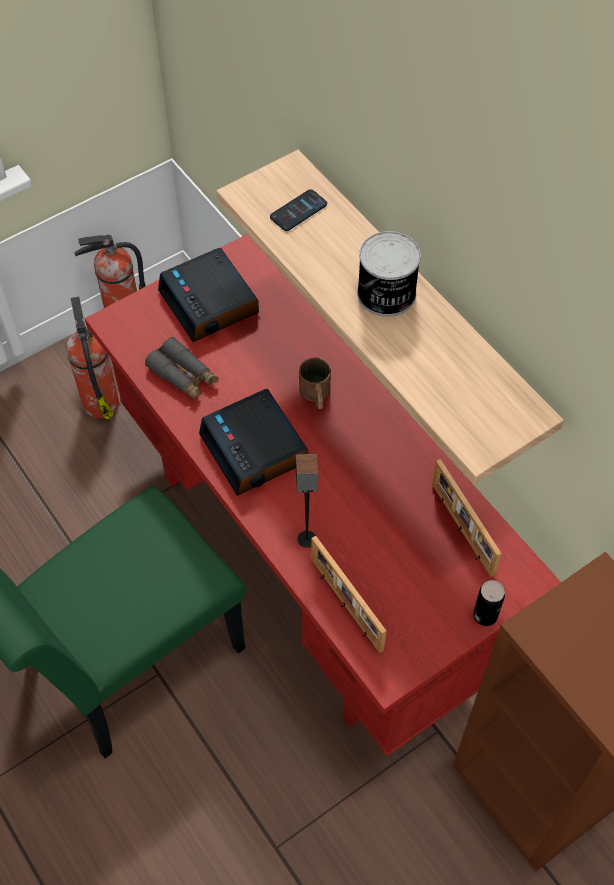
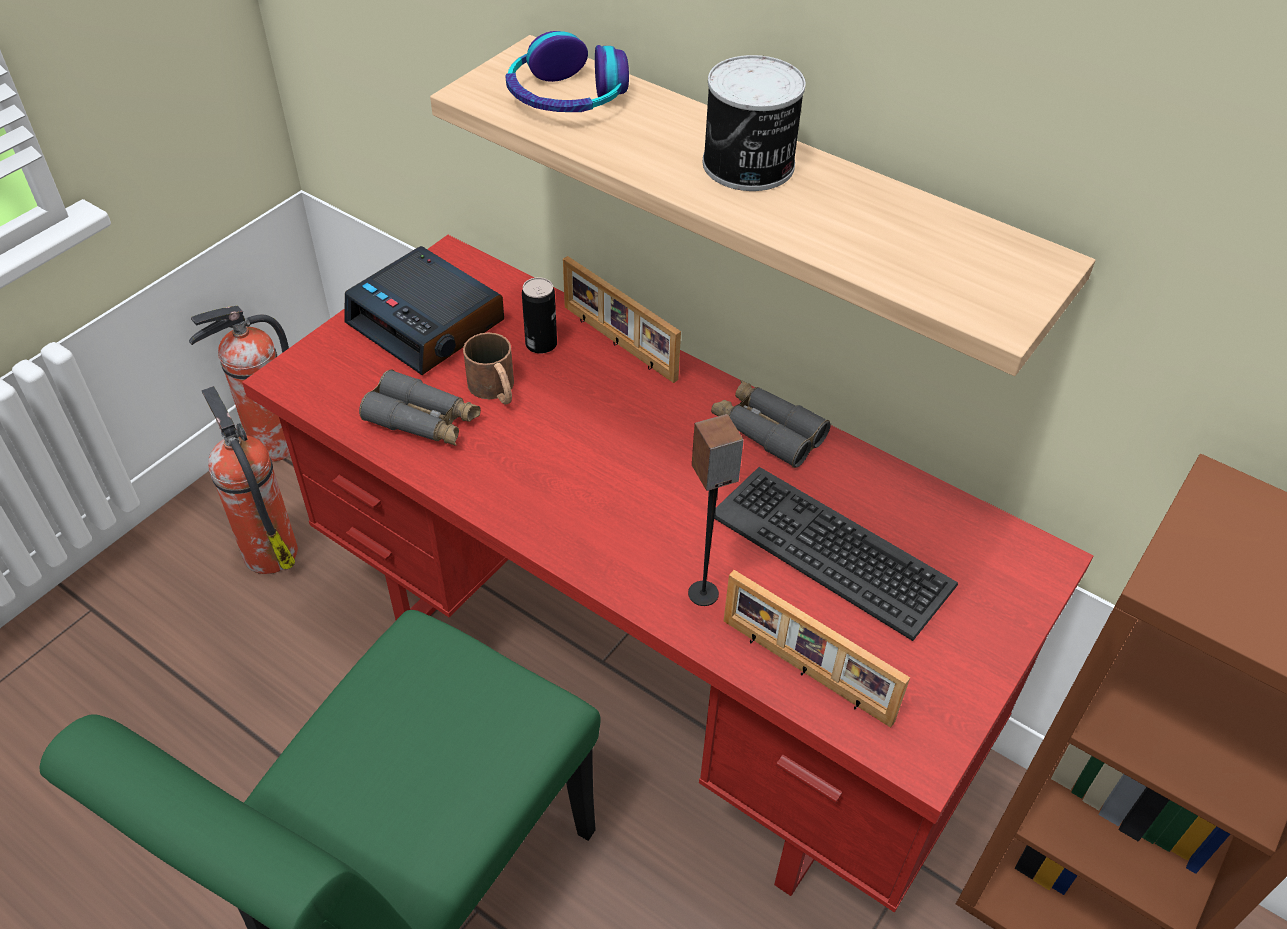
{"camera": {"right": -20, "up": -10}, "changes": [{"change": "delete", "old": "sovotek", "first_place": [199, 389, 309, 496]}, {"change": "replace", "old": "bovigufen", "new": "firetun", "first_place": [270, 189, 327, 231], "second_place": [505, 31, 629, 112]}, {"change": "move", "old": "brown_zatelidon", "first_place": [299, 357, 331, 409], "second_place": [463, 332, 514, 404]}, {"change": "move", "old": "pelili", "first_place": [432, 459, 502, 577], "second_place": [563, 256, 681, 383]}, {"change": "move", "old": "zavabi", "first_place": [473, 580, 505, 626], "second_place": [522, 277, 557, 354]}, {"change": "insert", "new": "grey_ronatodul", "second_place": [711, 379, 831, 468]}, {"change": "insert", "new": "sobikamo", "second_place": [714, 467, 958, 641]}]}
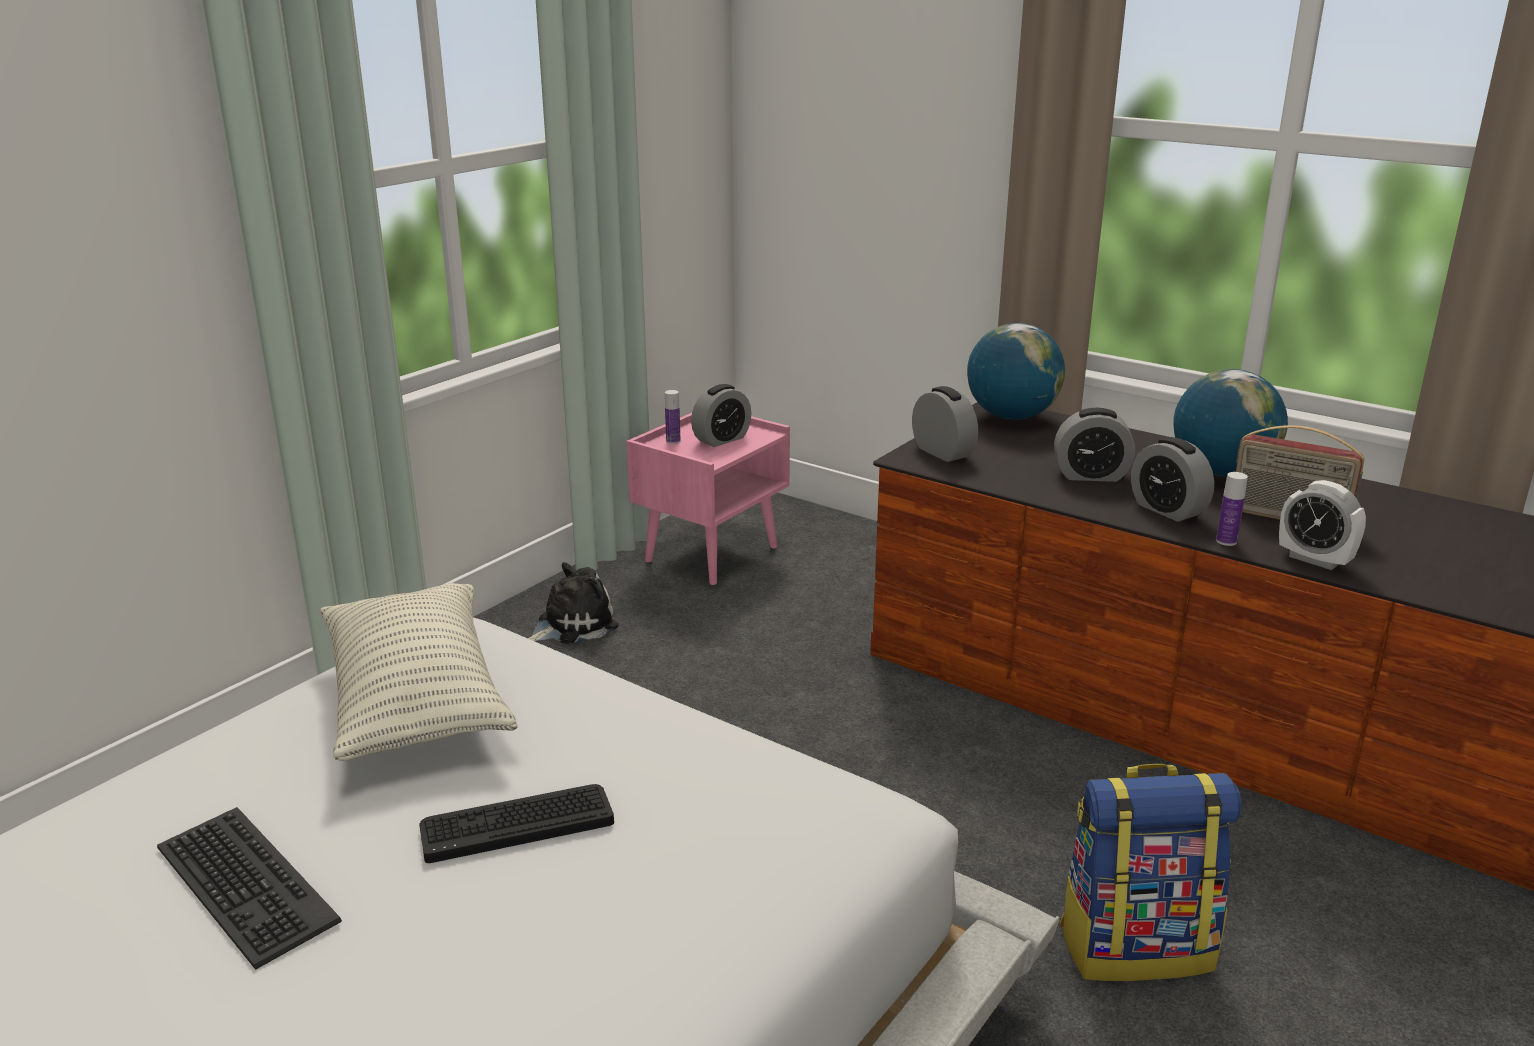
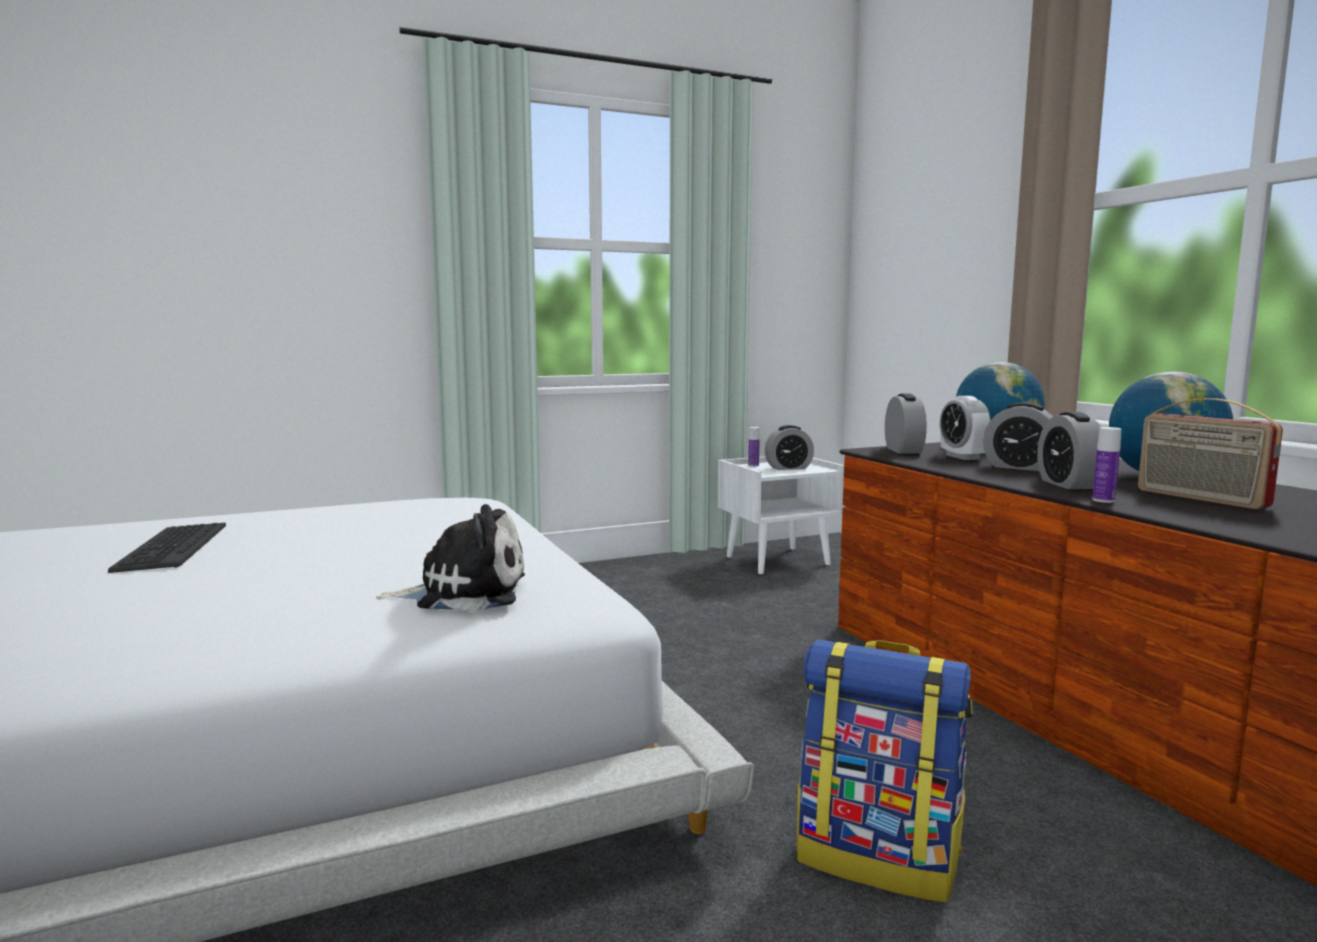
{"camera": {"right": 30, "up": -15}, "changes": [{"change": "delete", "old": "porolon", "first_place": [320, 583, 518, 761]}, {"change": "delete", "old": "sobikamo", "first_place": [419, 784, 614, 863]}, {"change": "move", "old": "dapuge", "first_place": [528, 562, 618, 644], "second_place": [376, 504, 525, 612]}, {"change": "recolor", "old": "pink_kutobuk", "new": "white_kutobuk", "first_place": [626, 413, 790, 585], "second_place": [718, 457, 844, 574]}, {"change": "move", "old": "sovotek", "first_place": [1279, 480, 1366, 570], "second_place": [940, 396, 991, 460]}]}
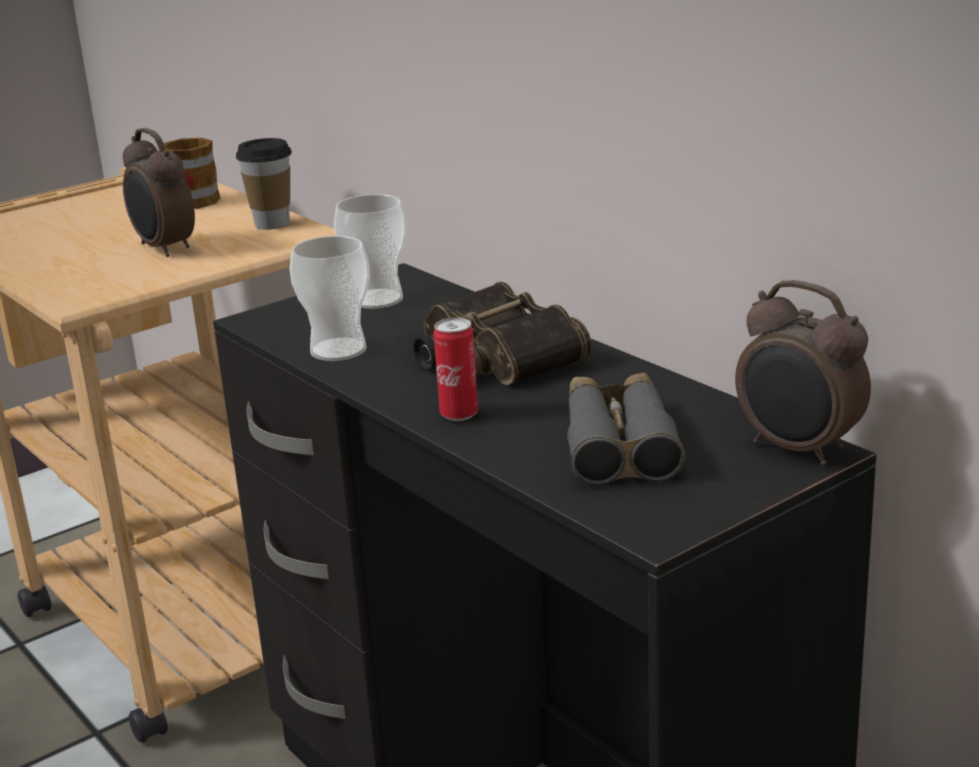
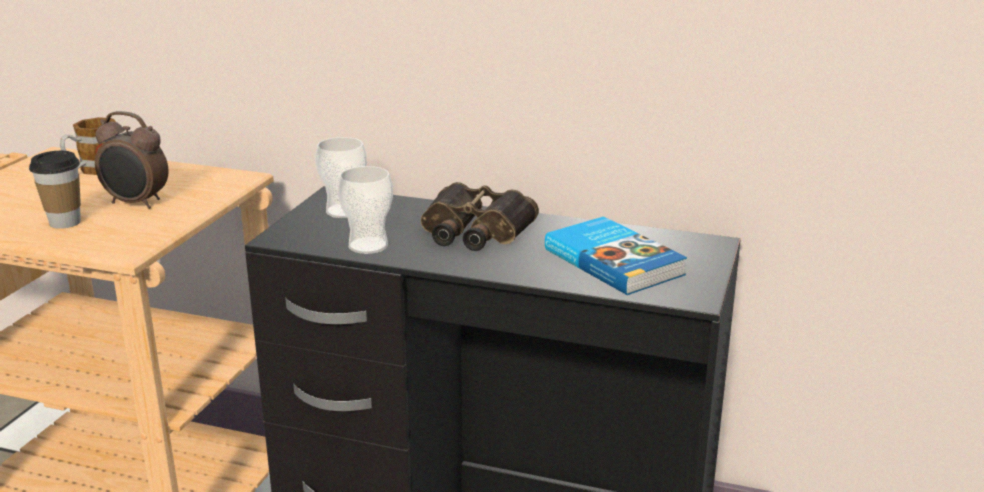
{"camera": {"right": -35, "up": 0}, "changes": [{"change": "move", "old": "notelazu", "first_place": [236, 138, 292, 230], "second_place": [29, 151, 81, 229]}, {"change": "delete", "old": "zavabi", "first_place": [434, 318, 478, 421]}, {"change": "replace", "old": "grey_ronatodul", "new": "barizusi", "first_place": [567, 373, 685, 485], "second_place": [545, 216, 687, 295]}, {"change": "delete", "old": "sovotek", "first_place": [735, 280, 871, 466]}]}
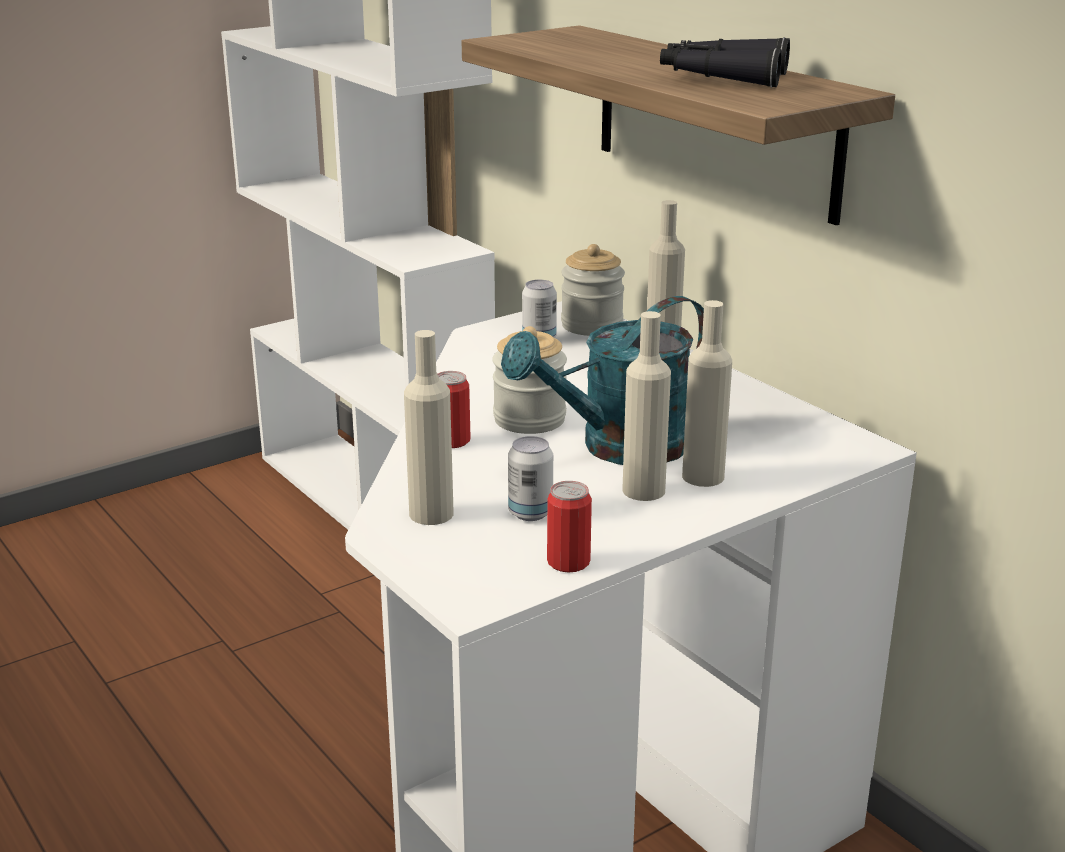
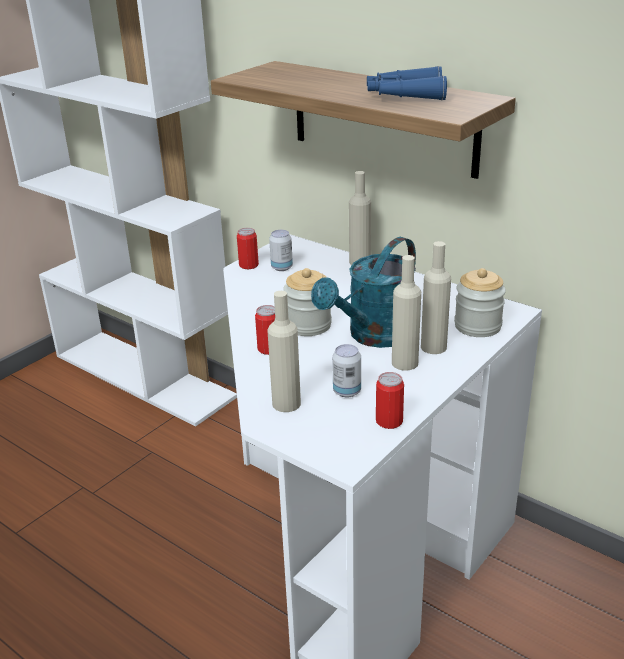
{"camera": {"right": -15, "up": 5}, "changes": [{"change": "move", "old": "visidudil", "first_place": [561, 244, 625, 336], "second_place": [454, 268, 506, 337]}, {"change": "recolor", "old": "black_ronatodul", "new": "blue_ronatodul", "first_place": [660, 37, 790, 88], "second_place": [367, 66, 447, 101]}, {"change": "insert", "new": "zavabi", "second_place": [237, 228, 259, 269]}]}
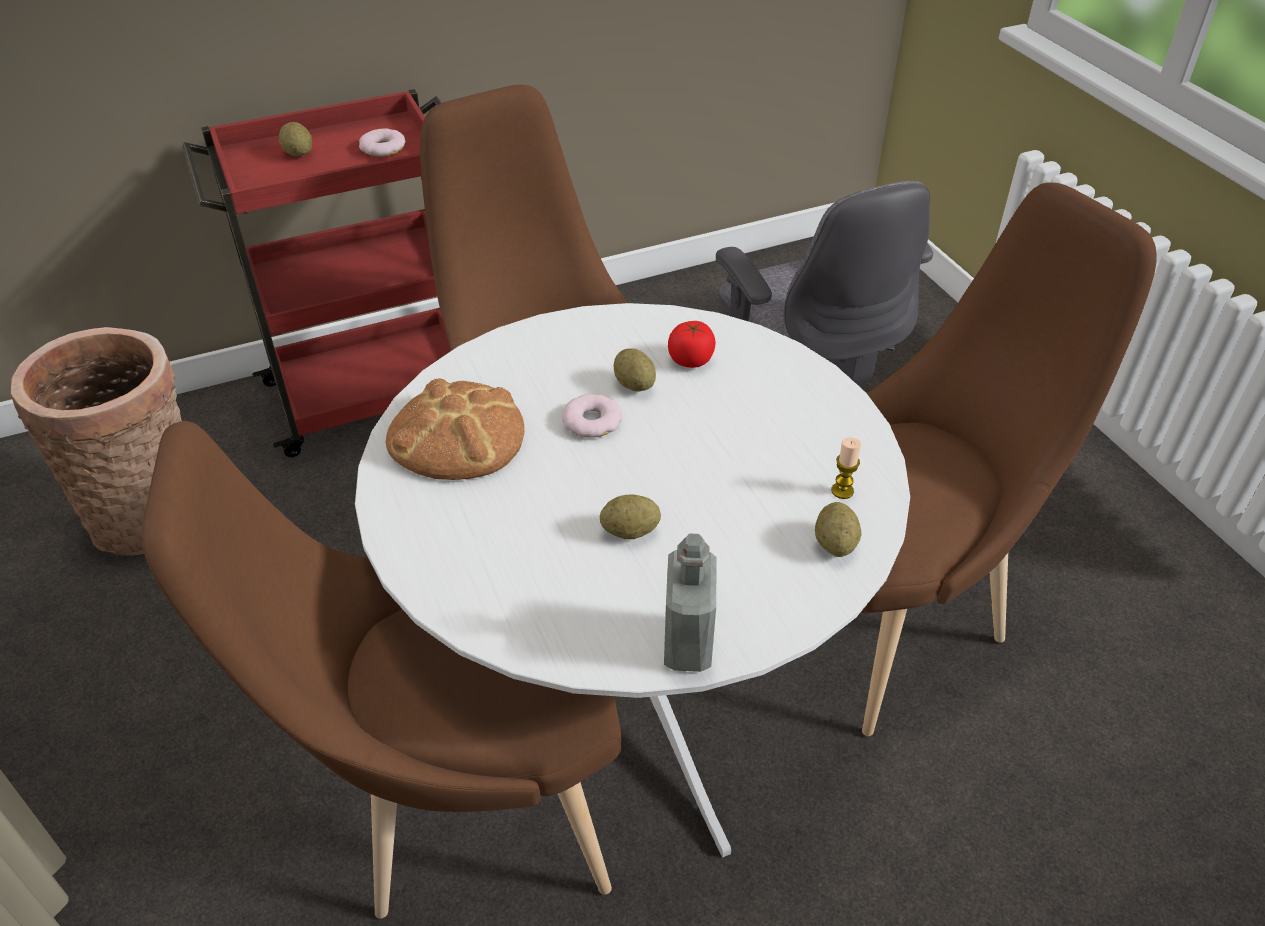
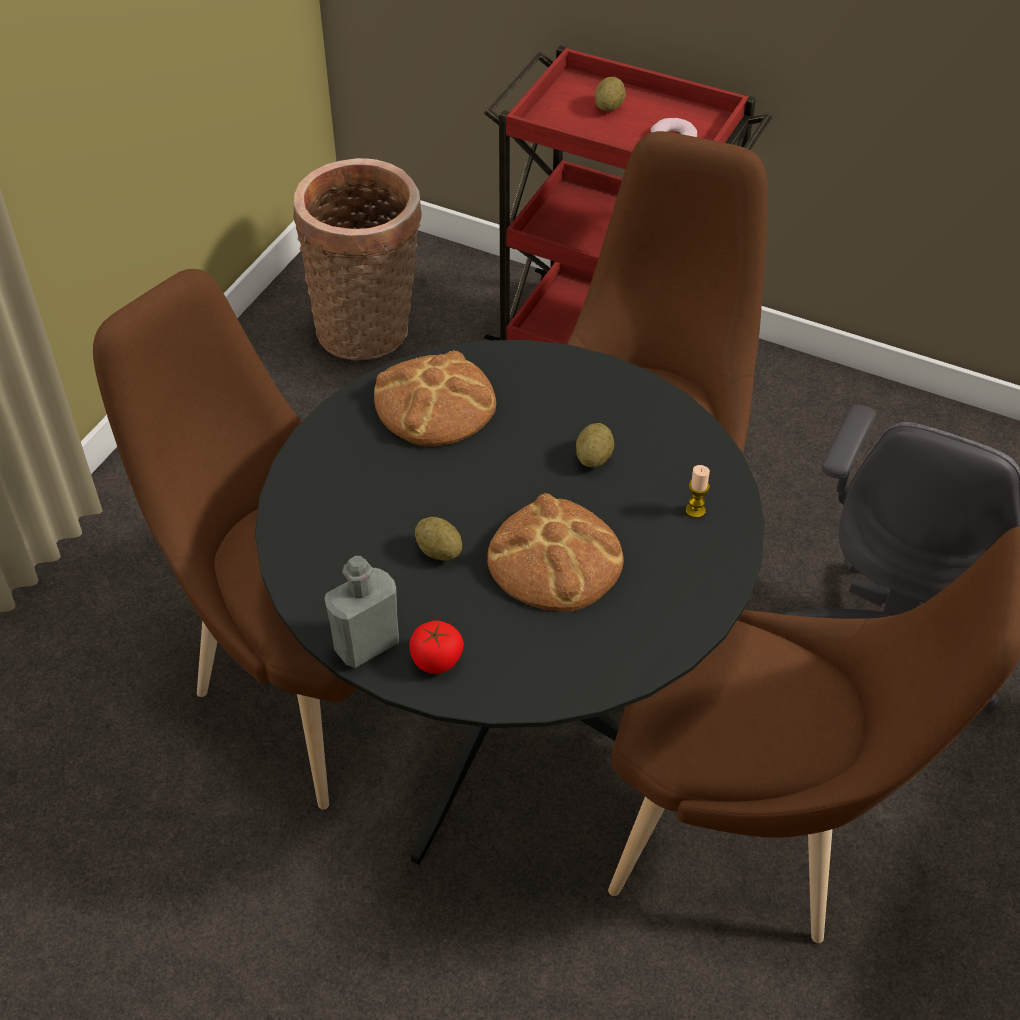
{"camera": {"right": 50, "up": 5}, "changes": [{"change": "recolor", "old": "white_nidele", "new": "black_nidele", "first_place": [355, 303, 910, 857], "second_place": [255, 340, 765, 865]}, {"change": "delete", "old": "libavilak", "first_place": [562, 394, 622, 438]}, {"change": "move", "old": "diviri", "first_place": [668, 321, 716, 368], "second_place": [409, 620, 464, 674]}, {"change": "delete", "old": "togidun", "first_place": [815, 502, 861, 557]}, {"change": "move", "old": "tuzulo", "first_place": [831, 438, 861, 499], "second_place": [686, 465, 710, 518]}, {"change": "insert", "new": "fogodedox", "second_place": [487, 493, 624, 611]}]}
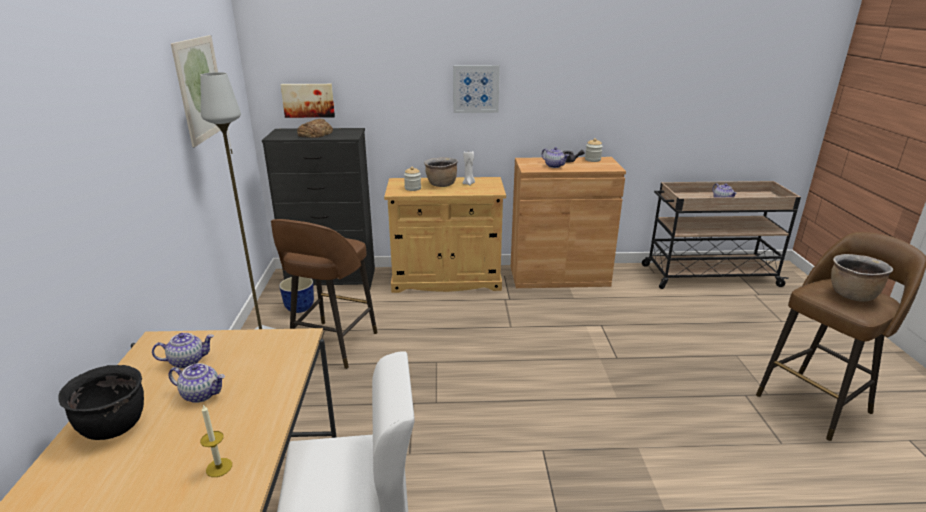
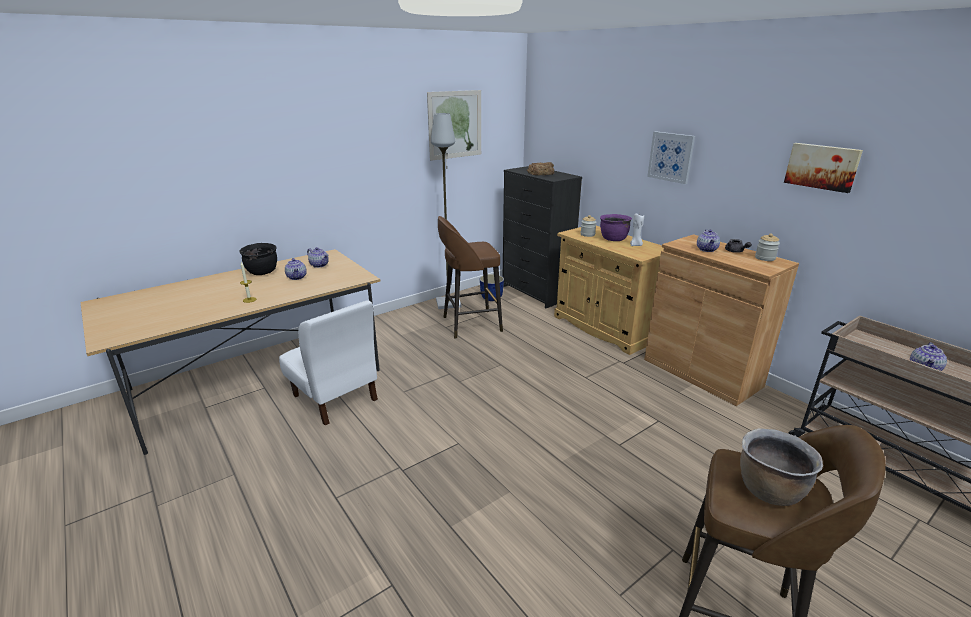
{"camera": {"right": 55, "up": 0}, "changes": [{"change": "move", "old": "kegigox", "first_place": [281, 84, 335, 118], "second_place": [784, 143, 863, 193]}, {"change": "recolor", "old": "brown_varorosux", "new": "purple_varorosux", "first_place": [424, 157, 458, 187], "second_place": [600, 214, 632, 241]}]}
